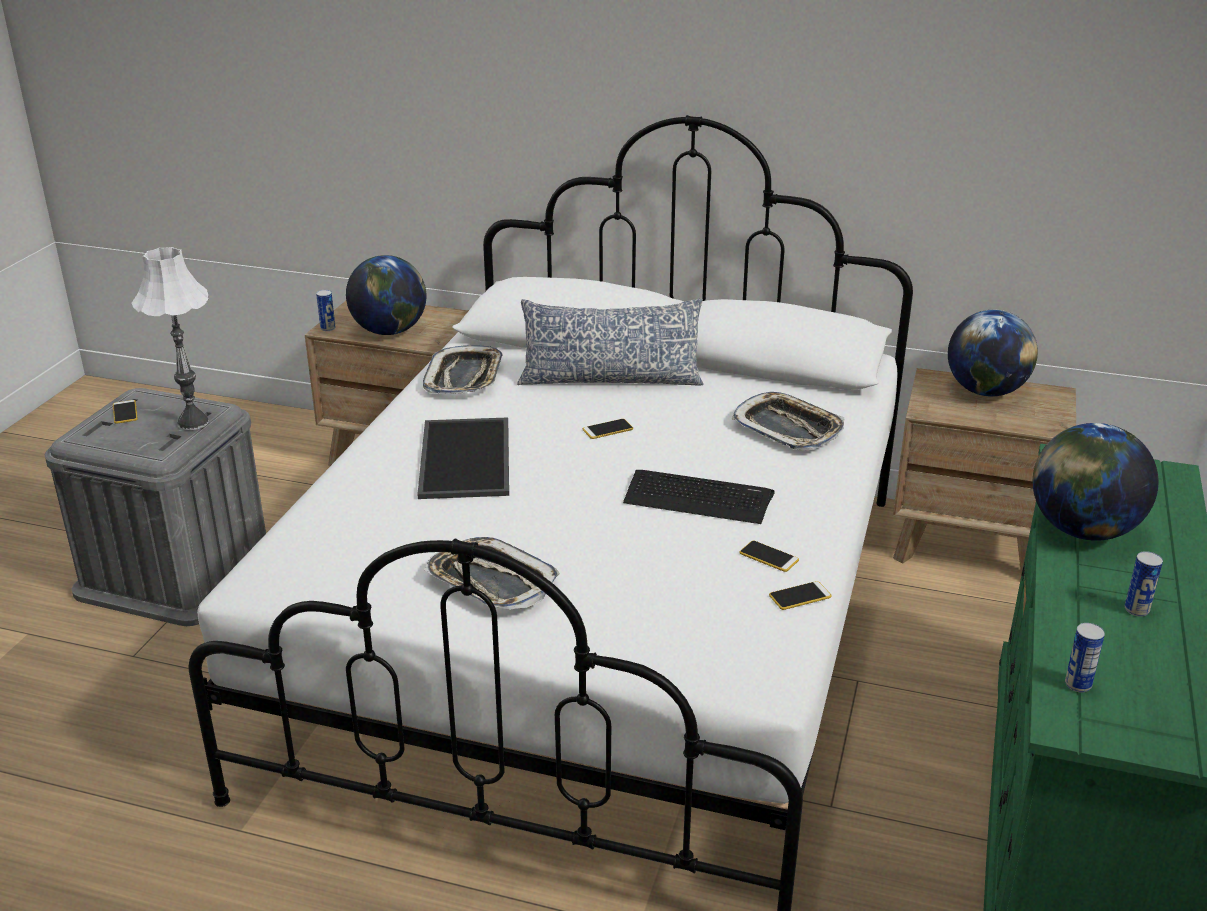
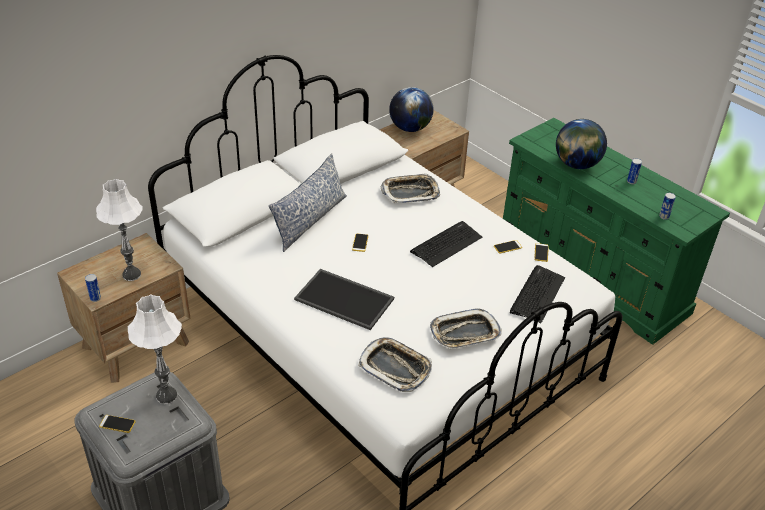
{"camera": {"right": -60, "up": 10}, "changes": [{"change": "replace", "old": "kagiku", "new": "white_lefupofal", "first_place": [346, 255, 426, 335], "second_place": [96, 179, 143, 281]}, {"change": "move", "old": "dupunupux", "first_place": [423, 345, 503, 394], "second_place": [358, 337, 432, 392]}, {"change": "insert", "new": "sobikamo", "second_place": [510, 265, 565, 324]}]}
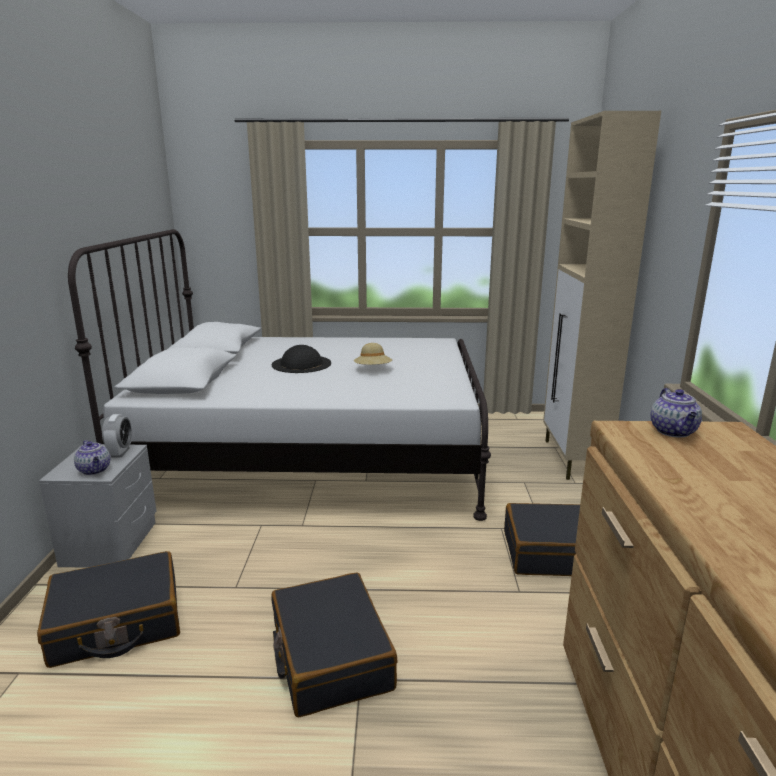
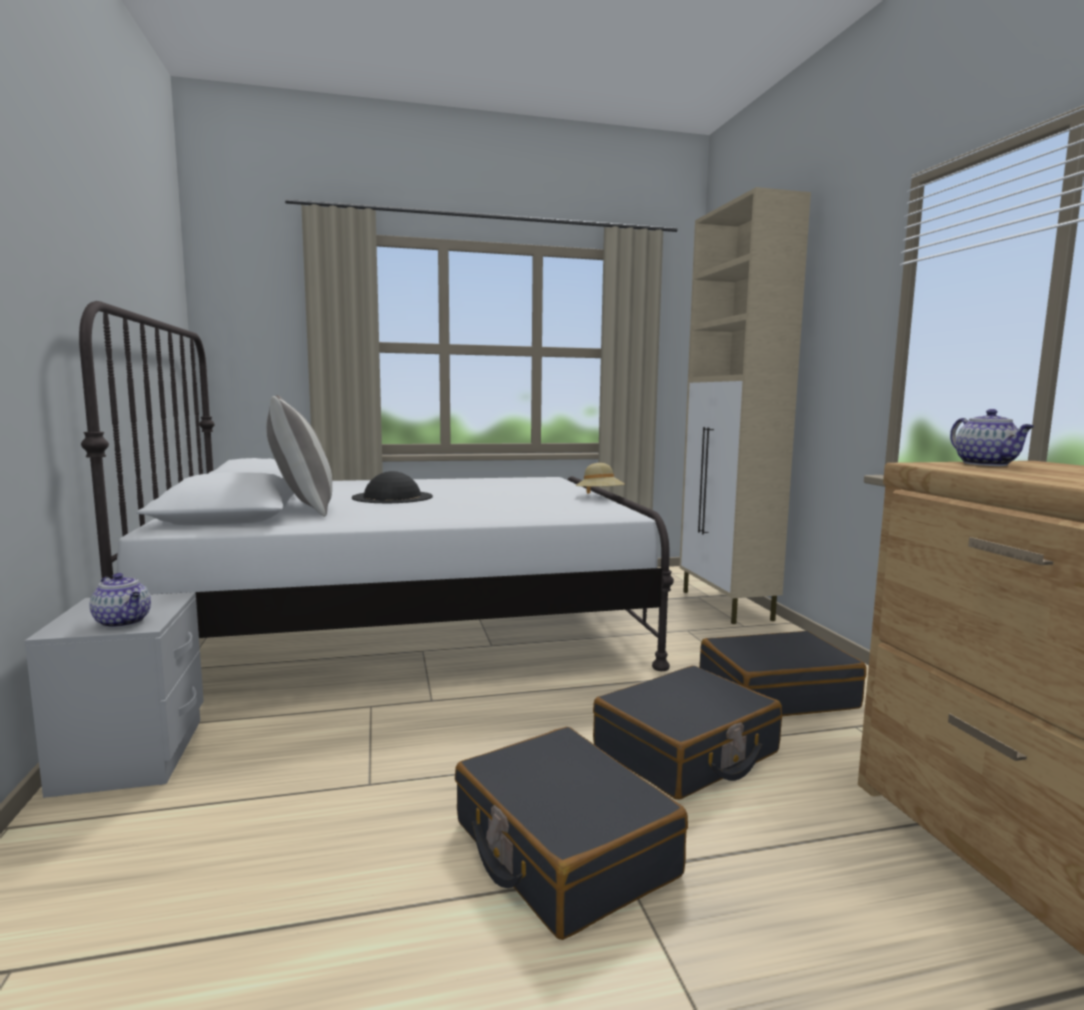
{"camera": {"right": -15, "up": -10}, "changes": [{"change": "move", "old": "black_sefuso", "first_place": [37, 551, 180, 668], "second_place": [593, 666, 782, 800]}, {"change": "delete", "old": "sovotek", "first_place": [102, 414, 132, 458]}, {"change": "move", "old": "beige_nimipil", "first_place": [354, 343, 392, 365], "second_place": [575, 463, 625, 494]}, {"change": "insert", "new": "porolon", "second_place": [266, 395, 332, 517]}]}
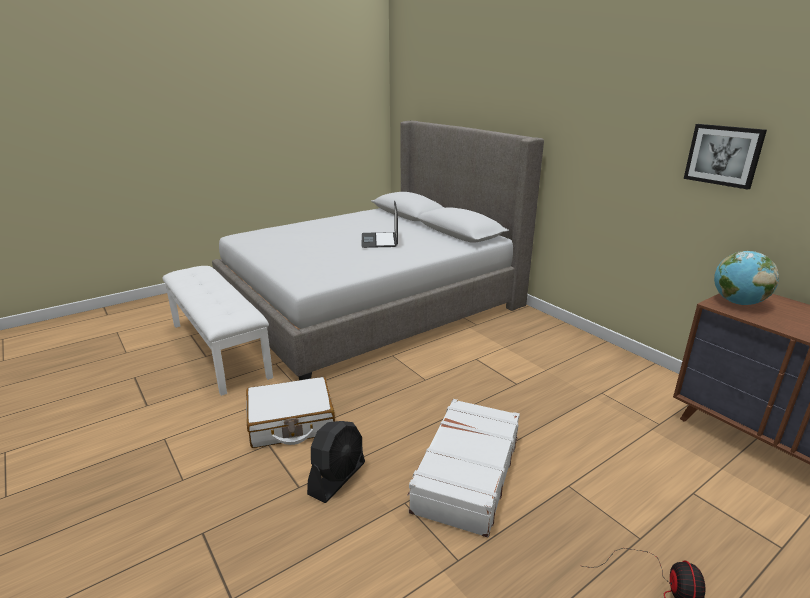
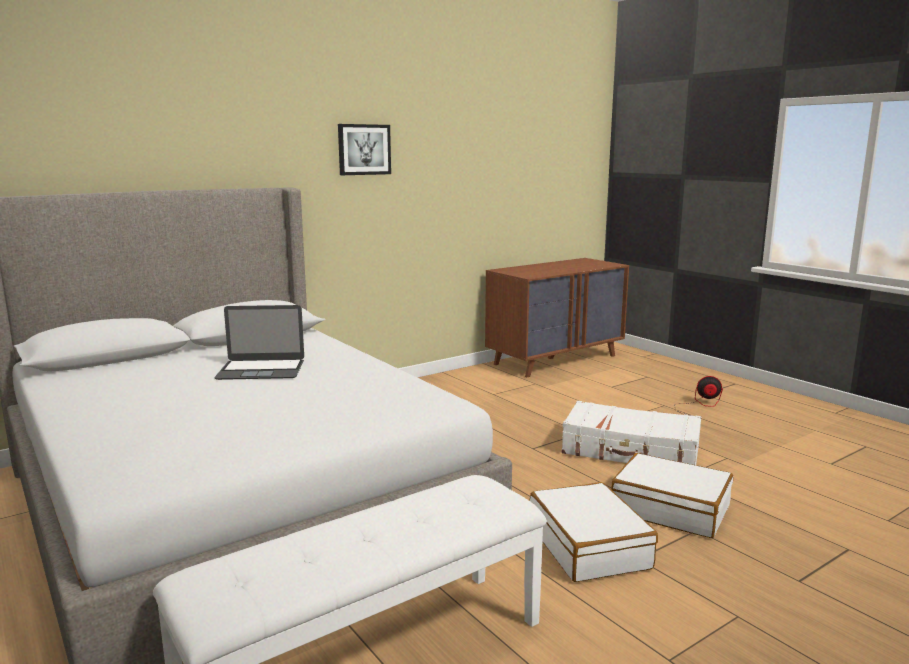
{"camera": {"right": -90, "up": -10}, "changes": [{"change": "replace", "old": "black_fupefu", "new": "white_sefuso", "first_place": [307, 421, 365, 503], "second_place": [611, 453, 733, 538]}, {"change": "move", "old": "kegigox", "first_place": [684, 124, 767, 190], "second_place": [338, 124, 391, 175]}, {"change": "delete", "old": "kagiku", "first_place": [714, 251, 779, 305]}]}
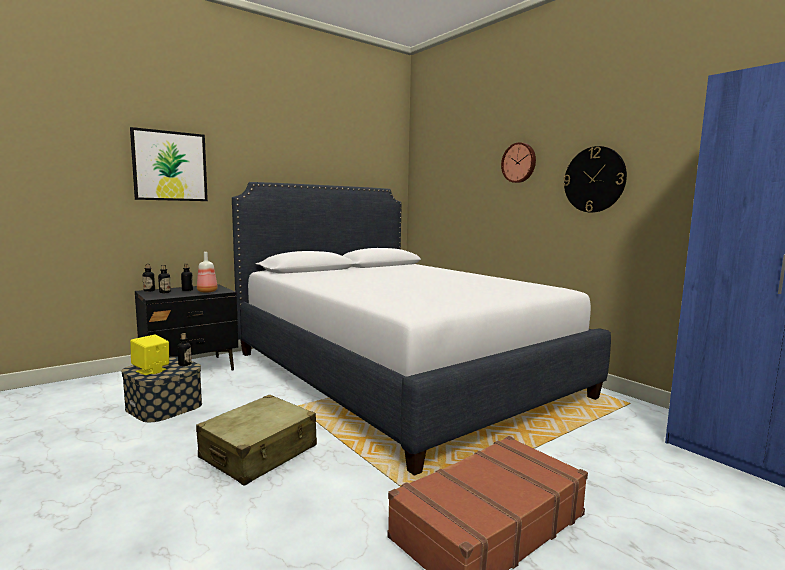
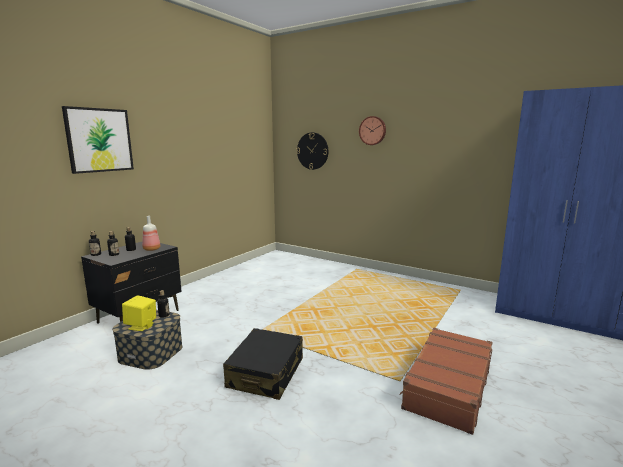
{"camera": {"right": -20, "up": 5}, "changes": [{"change": "recolor", "old": "beige_sefuso", "new": "black_sefuso", "first_place": [196, 395, 317, 486], "second_place": [223, 328, 303, 400]}, {"change": "delete", "old": "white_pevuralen", "first_place": [232, 182, 611, 476]}, {"change": "move", "old": "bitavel", "first_place": [563, 146, 627, 213], "second_place": [297, 132, 328, 170]}]}
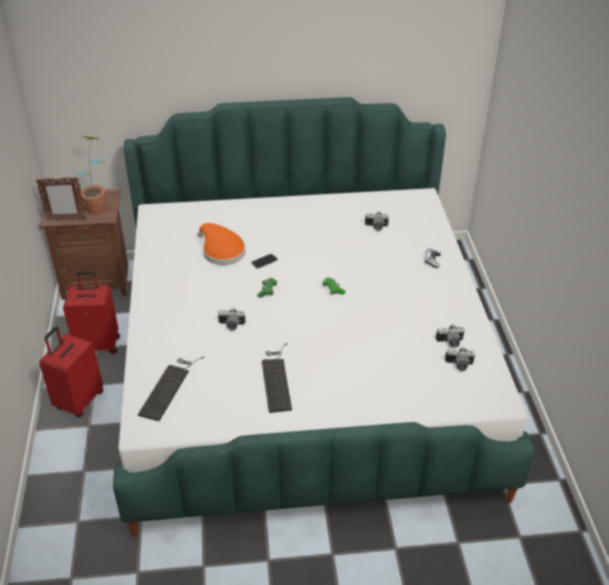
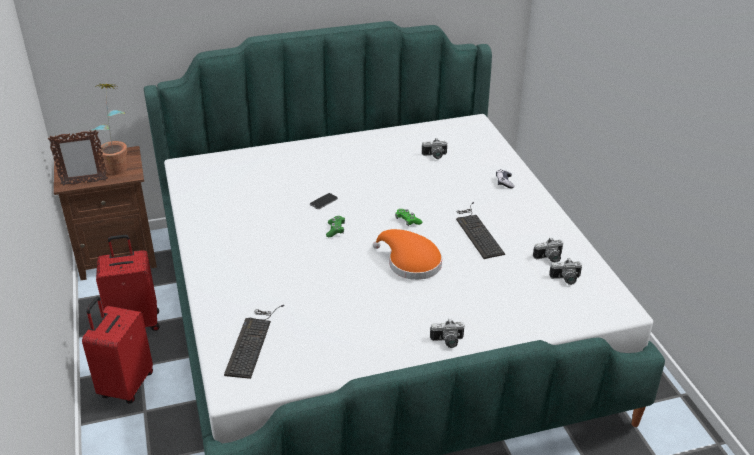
{"camera": {"right": -10, "up": -5}, "changes": [{"change": "move", "old": "orange_nimipil", "first_place": [197, 223, 245, 265], "second_place": [373, 229, 442, 280]}, {"change": "move", "old": "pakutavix", "first_place": [218, 307, 245, 331], "second_place": [430, 319, 464, 348]}, {"change": "move", "old": "sobikamo", "first_place": [262, 343, 292, 413], "second_place": [456, 202, 505, 259]}]}
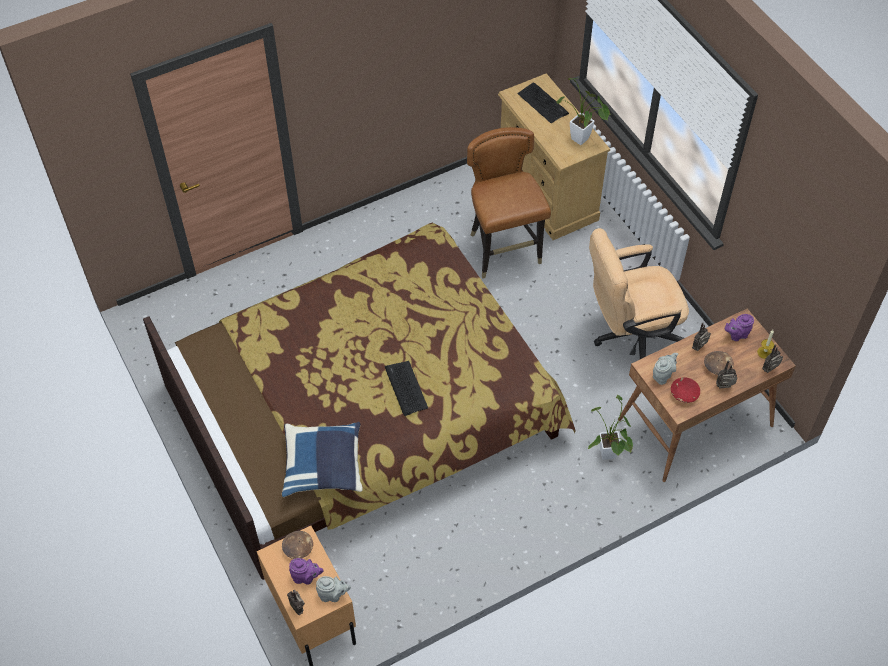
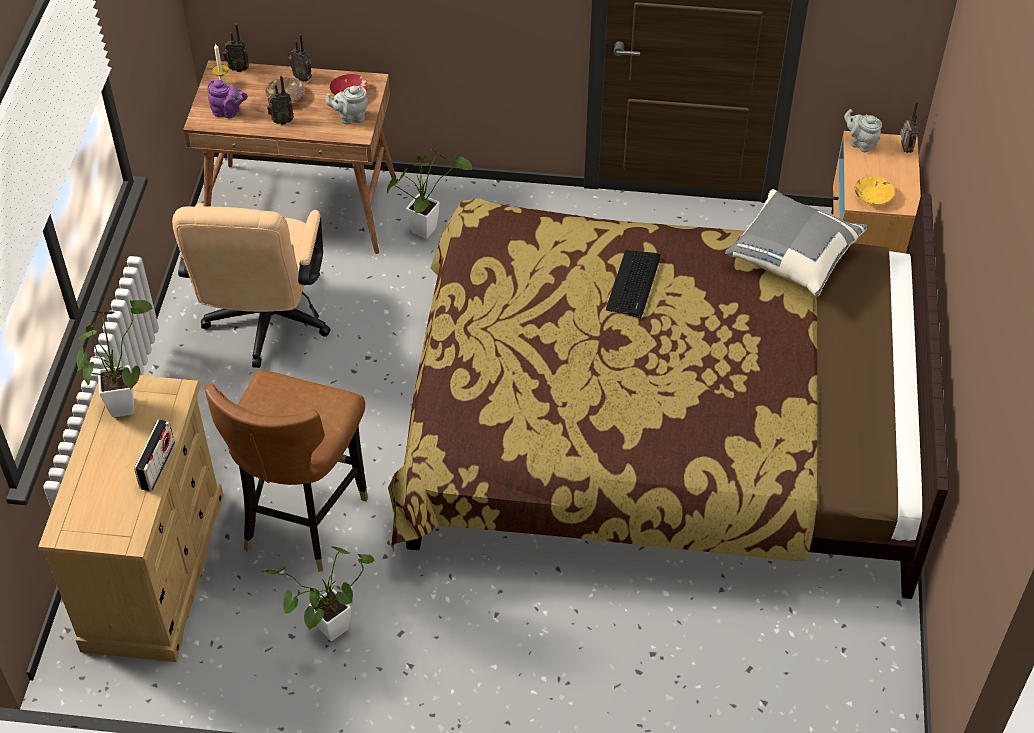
{"camera": {"right": -145, "up": -5}, "changes": [{"change": "recolor", "old": "blue_porolon", "new": "grey_porolon", "first_place": [282, 422, 363, 497], "second_place": [725, 189, 867, 296]}, {"change": "recolor", "old": "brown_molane", "new": "yellow_molane", "first_place": [282, 531, 313, 559], "second_place": [855, 176, 894, 205]}, {"change": "delete", "old": "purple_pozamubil", "first_place": [289, 558, 324, 585]}, {"change": "delete", "old": "sobikamo", "first_place": [517, 82, 569, 123]}, {"change": "rotate", "old": "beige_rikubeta", "first_place": [589, 228, 689, 359], "second_place": [172, 203, 331, 368], "degrees": 75}, {"change": "insert", "new": "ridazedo", "second_place": [134, 419, 175, 491]}, {"change": "insert", "new": "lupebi", "second_place": [262, 546, 375, 641]}]}
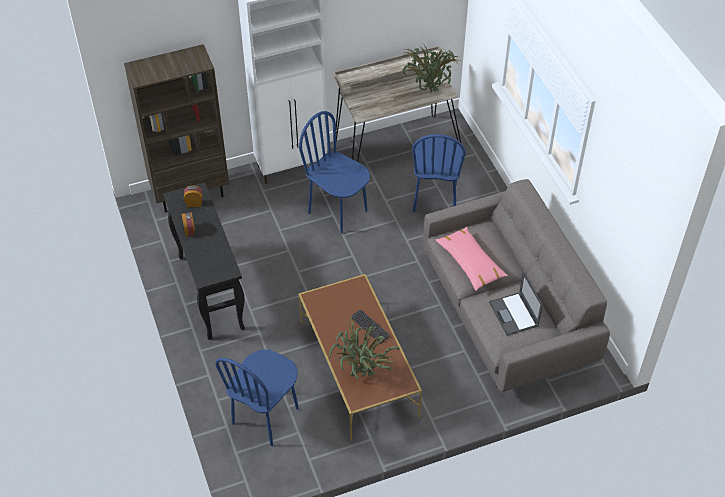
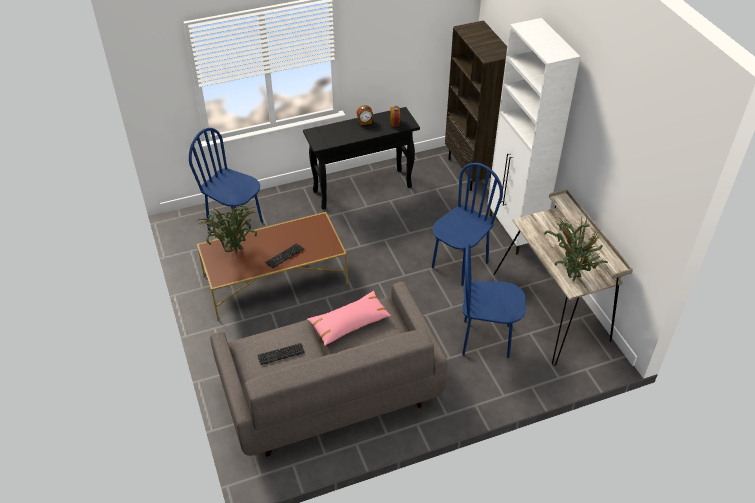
{"camera": {"right": 90, "up": -5}, "changes": [{"change": "replace", "old": "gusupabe", "new": "sobikamo", "first_place": [489, 271, 543, 336], "second_place": [257, 343, 305, 365]}]}
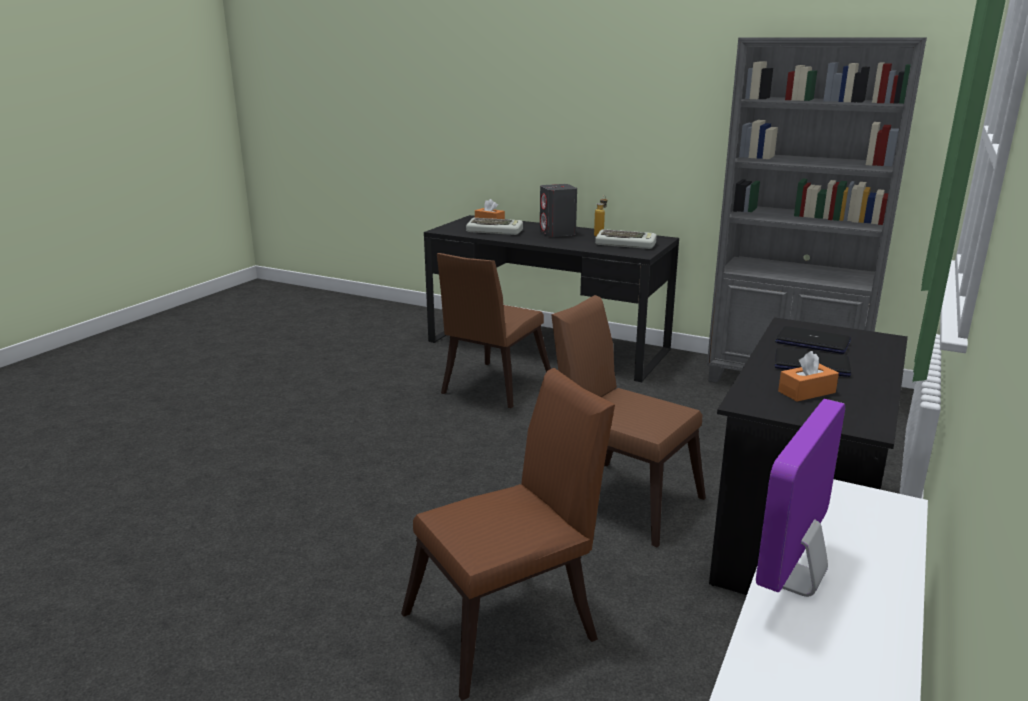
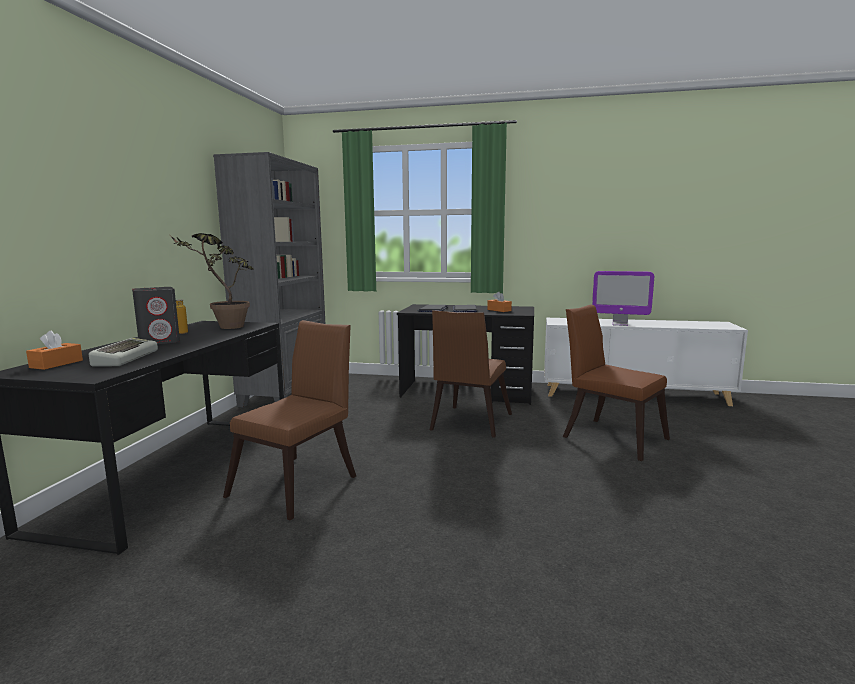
{"camera": {"right": -105, "up": -10}, "changes": [{"change": "rotate", "old": "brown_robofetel", "first_place": [437, 253, 551, 408], "second_place": [223, 320, 356, 520], "degrees": -75}, {"change": "replace", "old": "sobikamo", "new": "lupebi", "first_place": [595, 229, 657, 249], "second_place": [170, 233, 254, 329]}]}
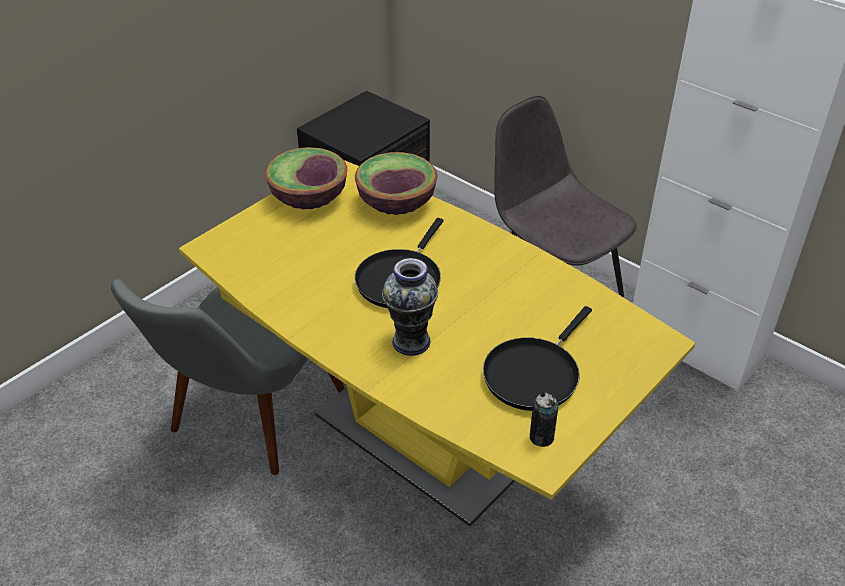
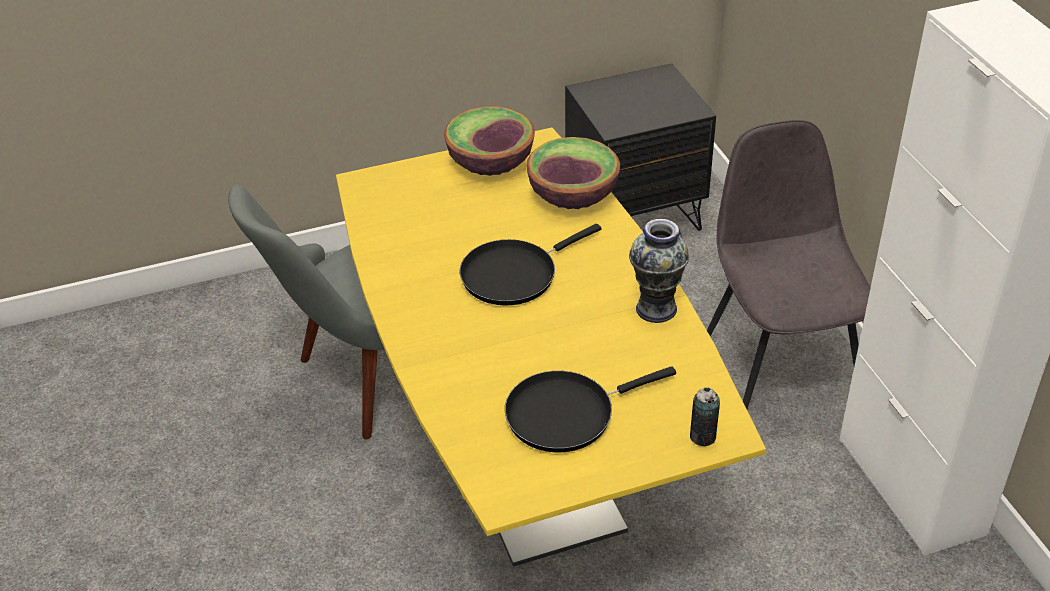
{"camera": {"right": 30, "up": 0}, "changes": [{"change": "move", "old": "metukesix", "first_place": [382, 258, 438, 356], "second_place": [629, 219, 689, 323]}, {"change": "move", "old": "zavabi", "first_place": [530, 392, 559, 447], "second_place": [690, 388, 720, 446]}]}
